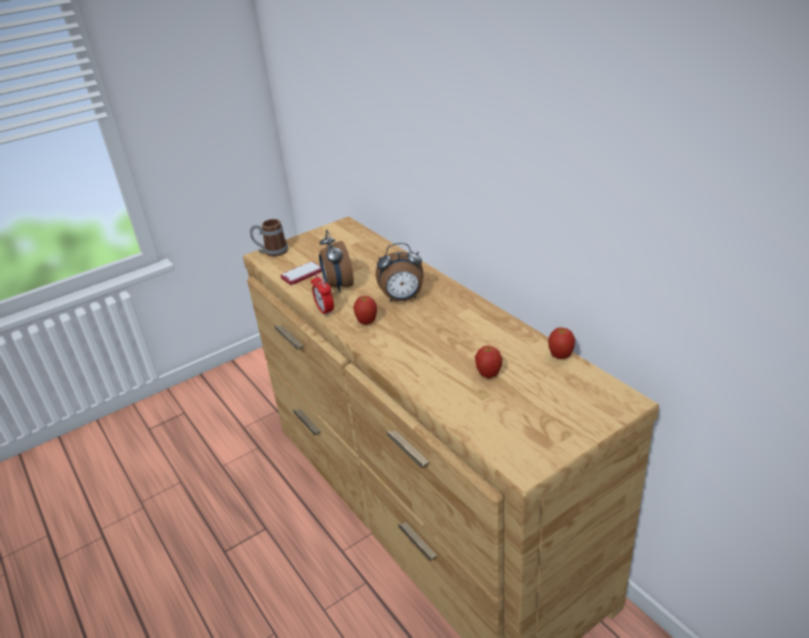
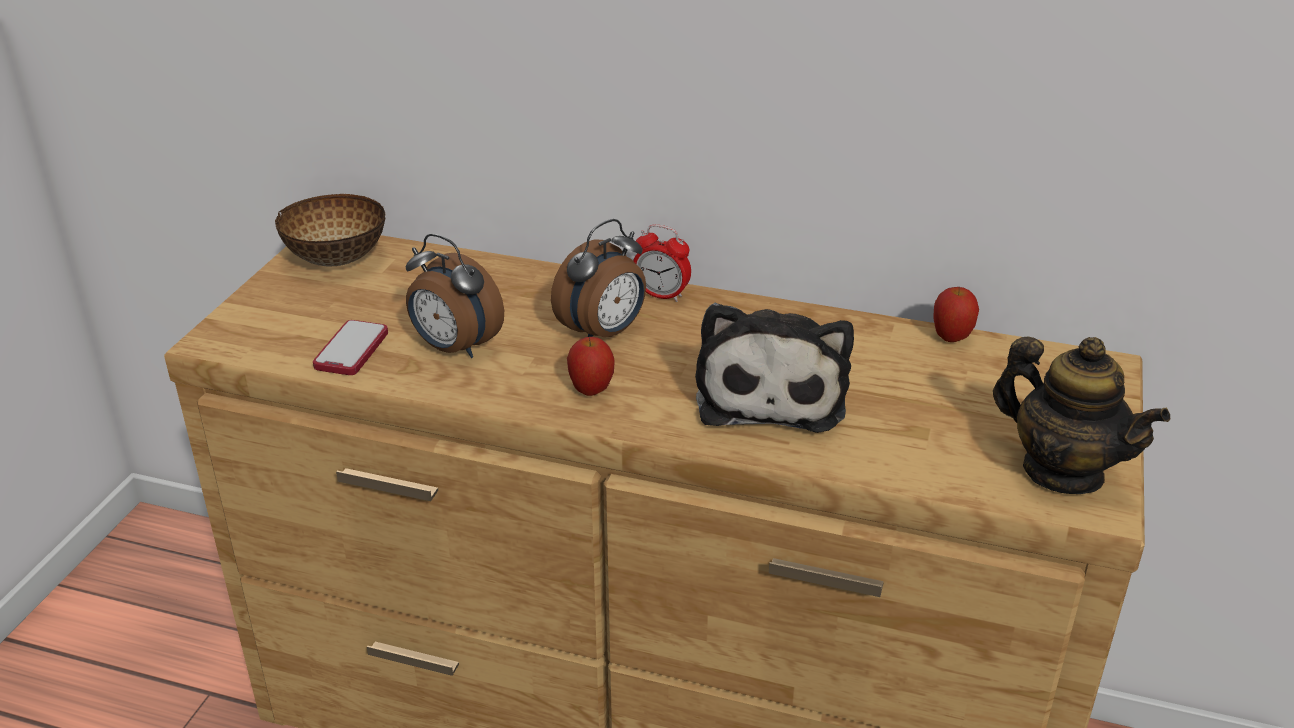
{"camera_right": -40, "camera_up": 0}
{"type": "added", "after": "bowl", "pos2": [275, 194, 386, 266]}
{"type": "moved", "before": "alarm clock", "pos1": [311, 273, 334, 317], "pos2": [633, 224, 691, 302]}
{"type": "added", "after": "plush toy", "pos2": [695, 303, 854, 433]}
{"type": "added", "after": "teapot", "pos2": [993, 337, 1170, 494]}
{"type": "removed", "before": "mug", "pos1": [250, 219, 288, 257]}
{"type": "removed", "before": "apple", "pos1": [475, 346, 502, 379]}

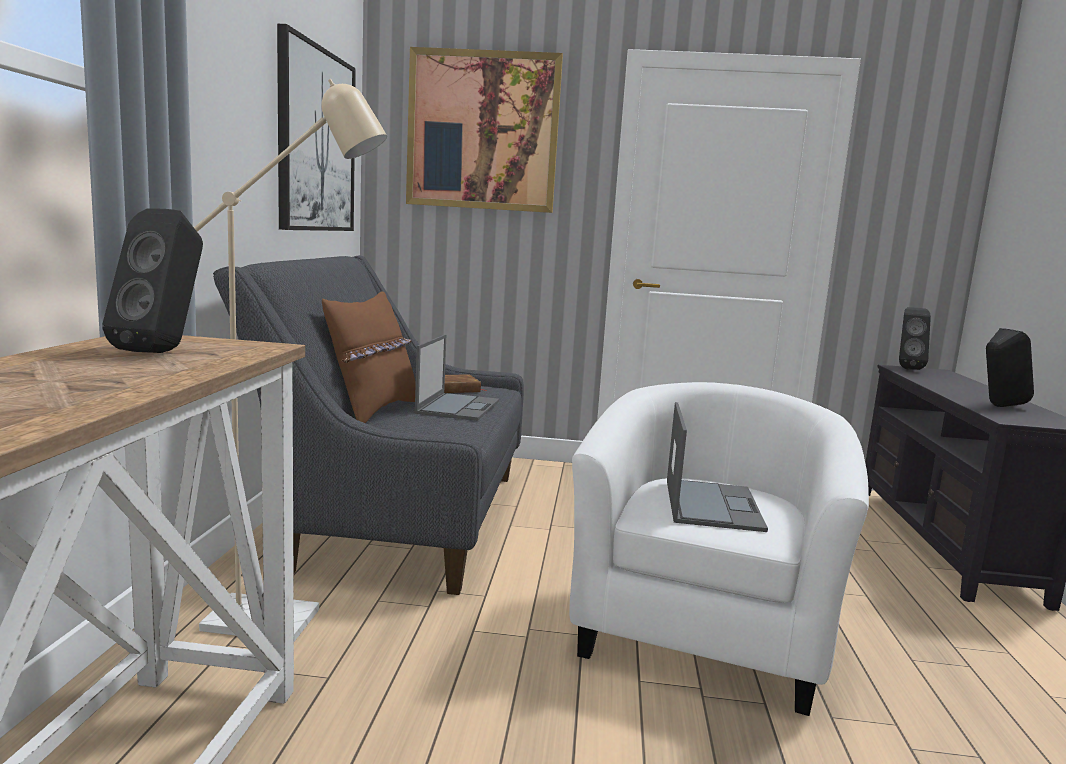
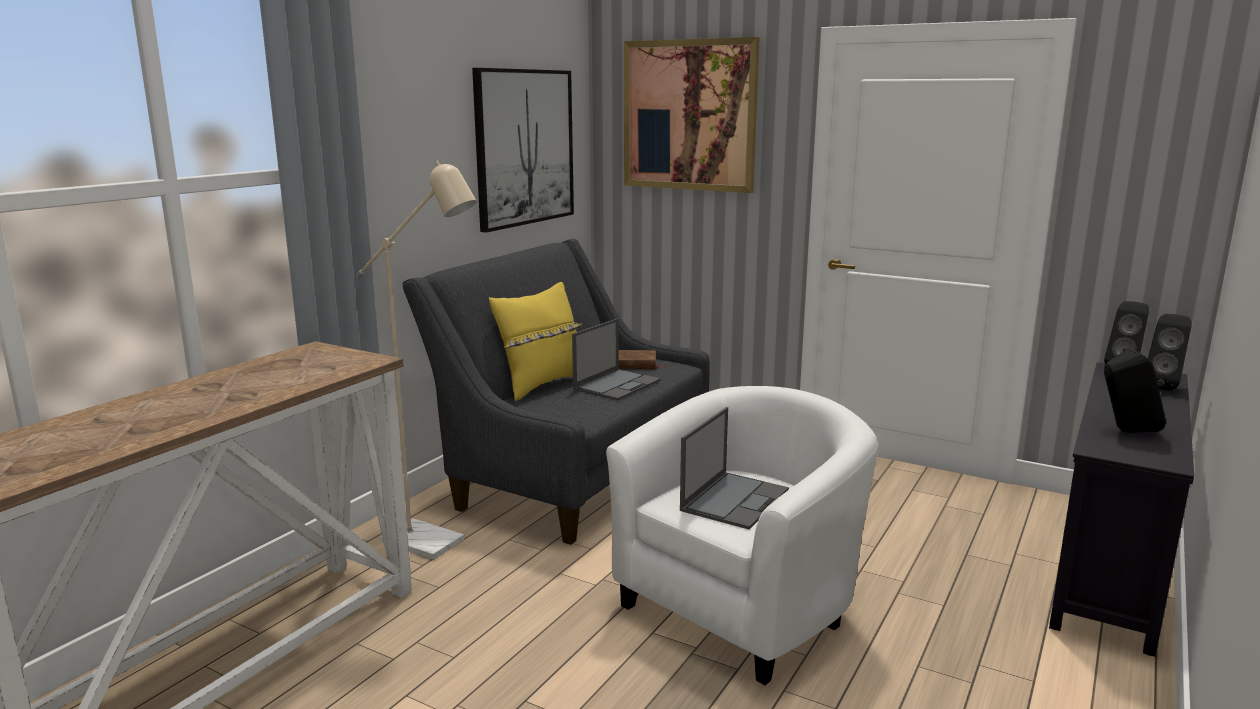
{"camera_right": 25, "camera_up": 5}
{"type": "recoloured", "before": "brown pillow", "after": "yellow pillow", "pos1": [322, 291, 416, 423], "pos2": [489, 282, 582, 401]}
{"type": "moved", "before": "black speaker", "pos1": [102, 209, 203, 353], "pos2": [1148, 314, 1192, 391]}

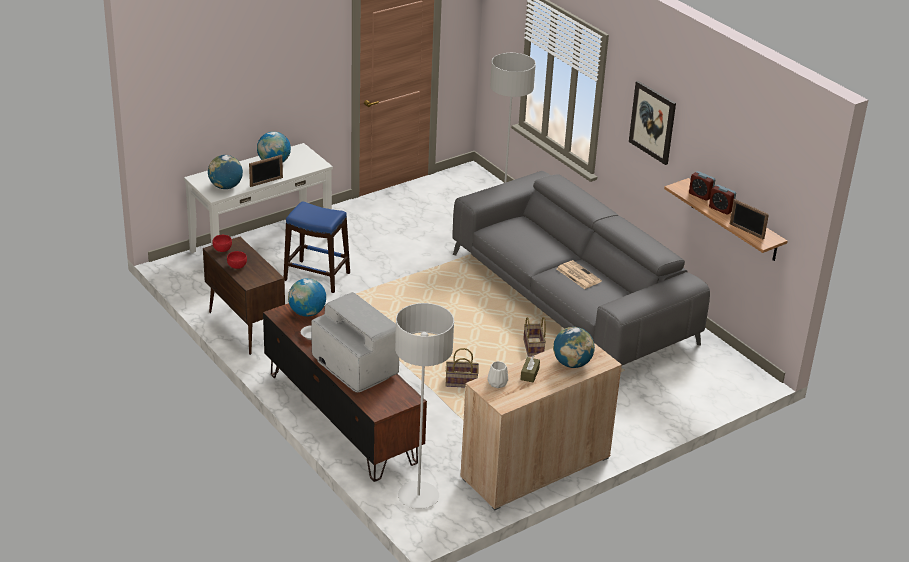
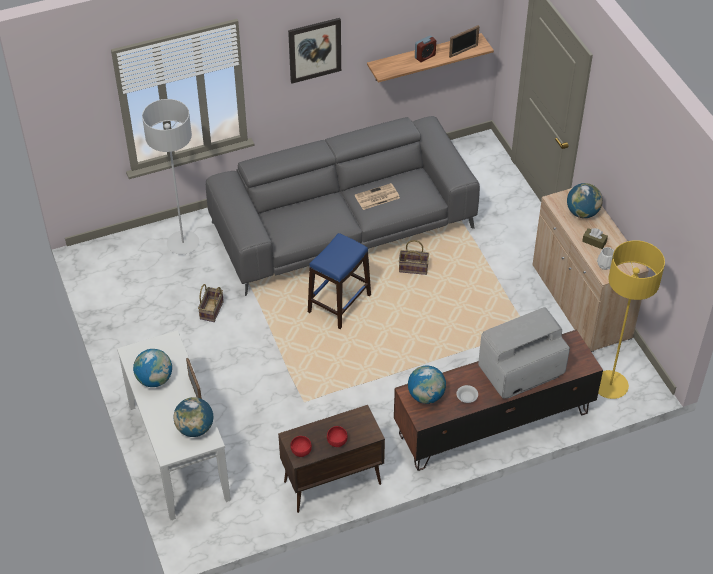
{"camera_right": -75, "camera_up": 15}
{"type": "moved", "before": "basket", "pos1": [445, 348, 479, 388], "pos2": [198, 284, 224, 322]}
{"type": "moved", "before": "blue stool", "pos1": [284, 201, 350, 293], "pos2": [308, 233, 371, 329]}
{"type": "recoloured", "before": "grey floor lamp", "after": "yellow floor lamp", "pos1": [395, 303, 454, 509], "pos2": [598, 240, 665, 399]}
{"type": "removed", "before": "alarm clock", "pos1": [689, 171, 715, 201]}

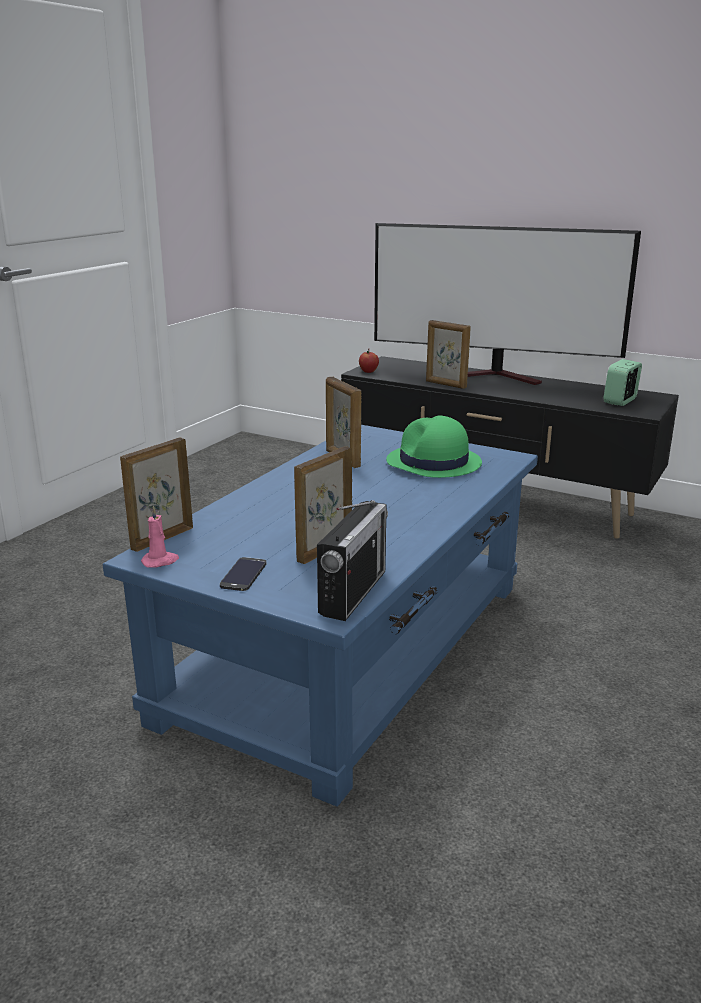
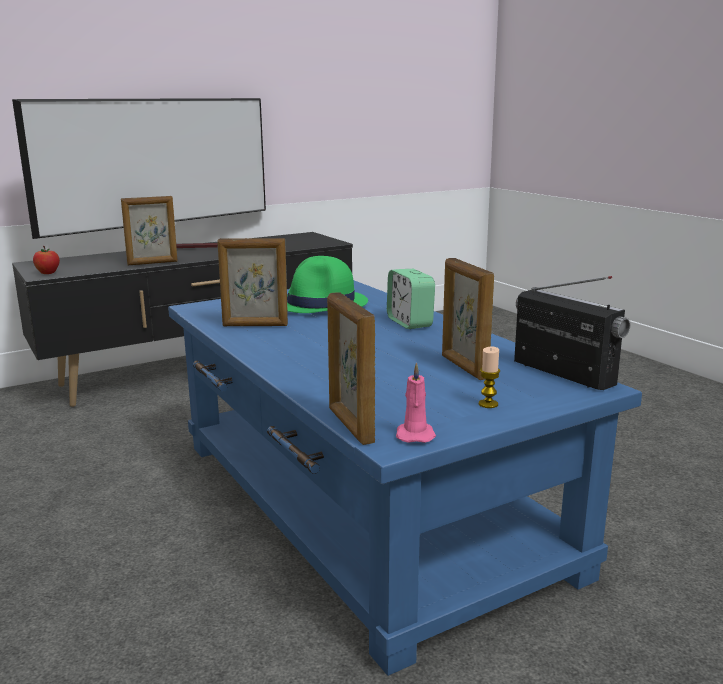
{"camera_right": -60, "camera_up": -5}
{"type": "moved", "before": "alarm clock", "pos1": [603, 359, 642, 406], "pos2": [387, 269, 435, 329]}
{"type": "replaced", "before": "phone", "after": "candle", "pos1": [220, 557, 266, 591], "pos2": [479, 347, 500, 408]}

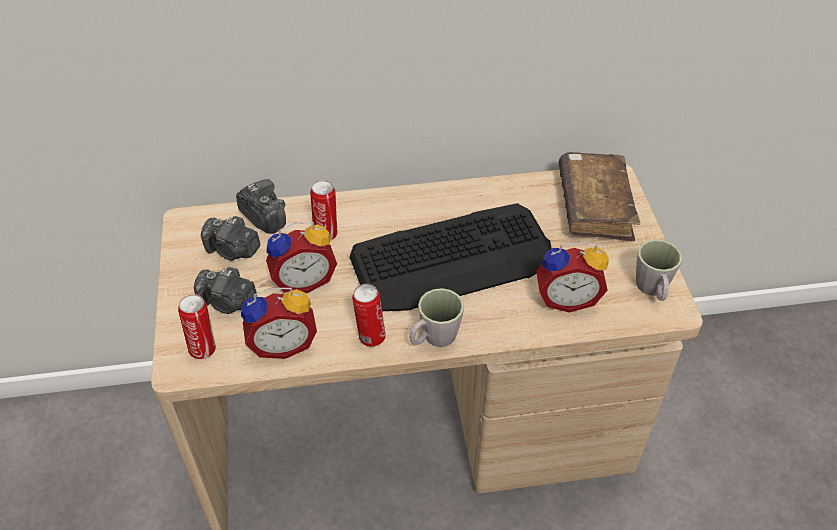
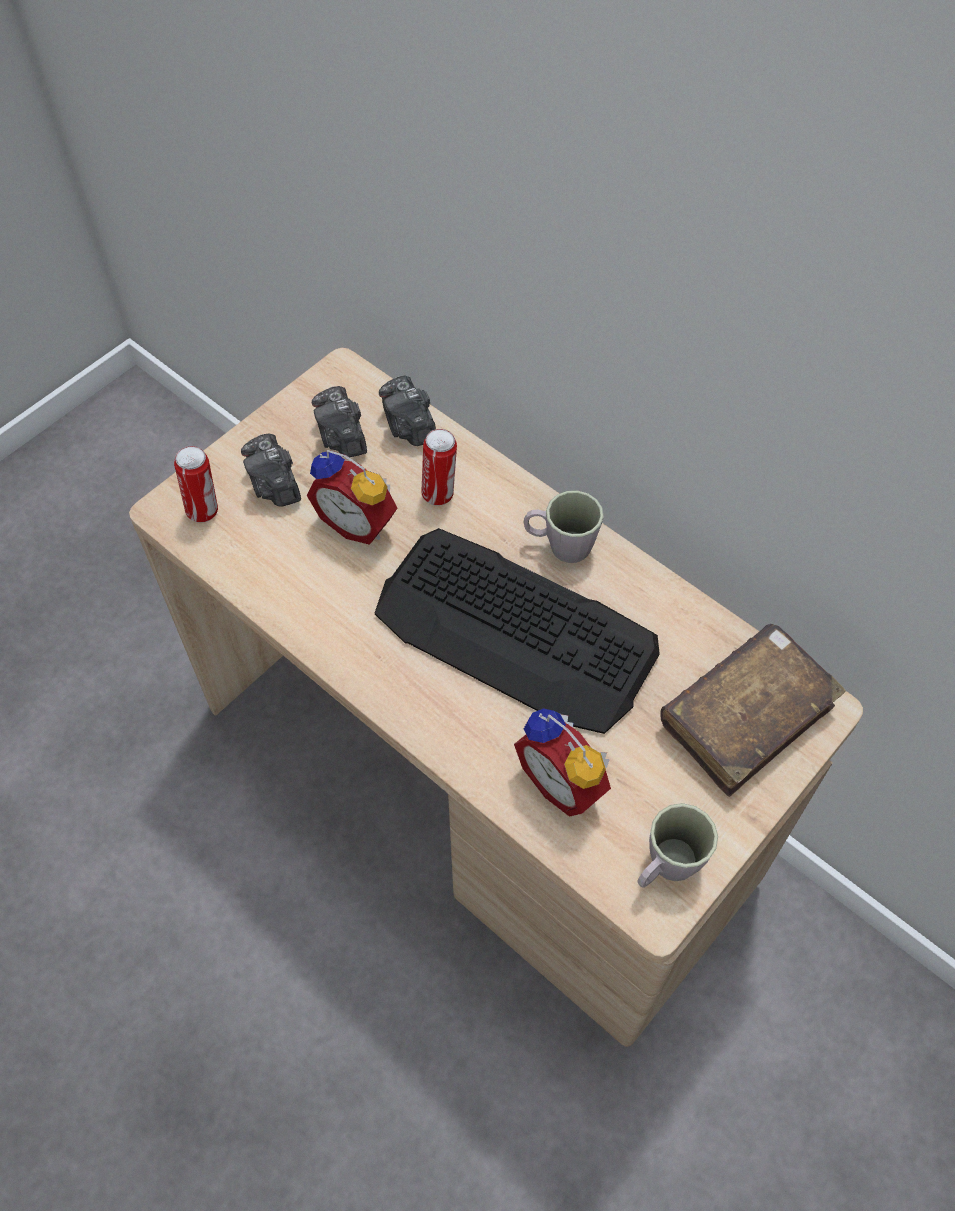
{"camera_right": 50, "camera_up": 10}
{"type": "turned", "before": "photo camera", "pos1": [236, 179, 286, 234], "pos2": [379, 375, 436, 446], "turn": 150}
{"type": "moved", "before": "grey mug", "pos1": [410, 288, 464, 347], "pos2": [523, 491, 604, 563]}
{"type": "removed", "before": "alarm clock", "pos1": [241, 288, 317, 359]}
{"type": "removed", "before": "can", "pos1": [352, 284, 386, 347]}

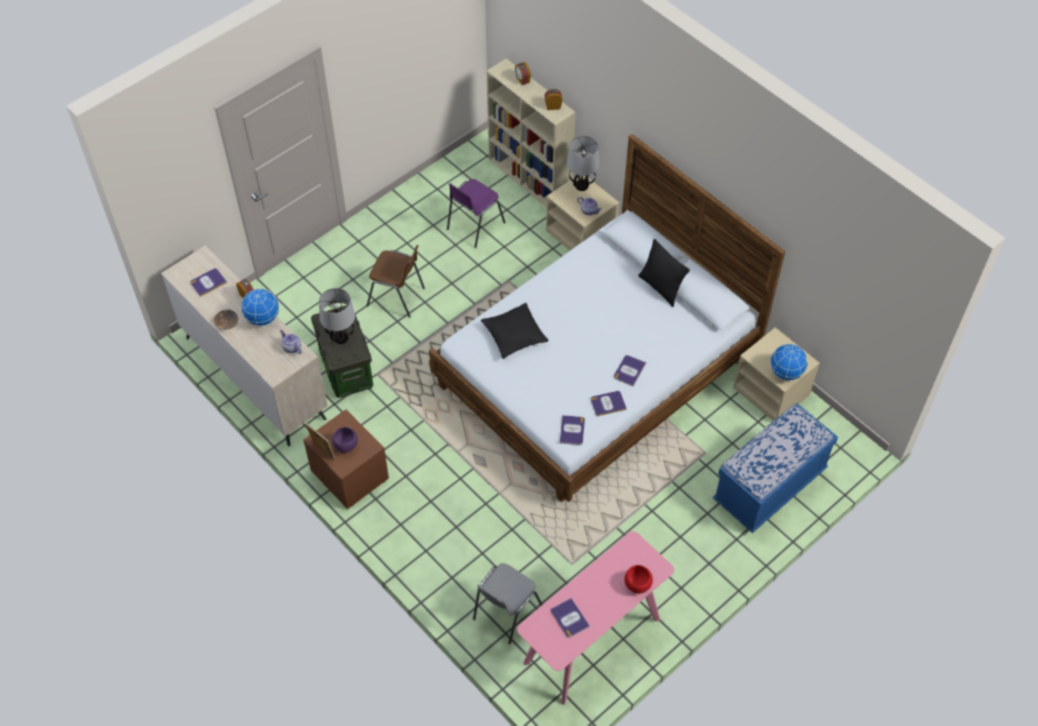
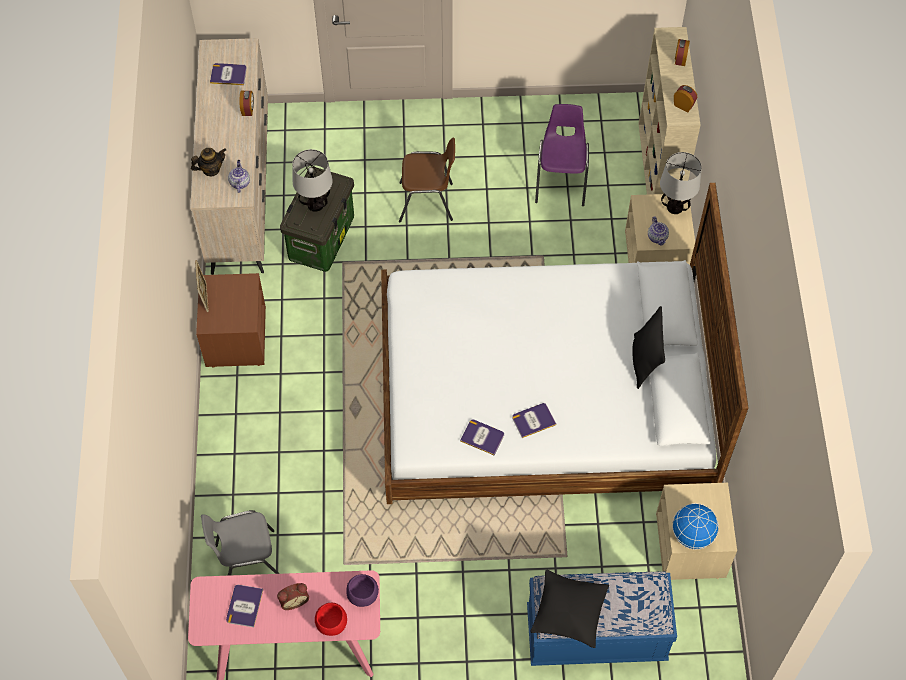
{"camera_right": 40, "camera_up": 5}
{"type": "added", "after": "teapot", "pos2": [191, 148, 226, 177]}
{"type": "added", "after": "alarm clock", "pos2": [277, 583, 309, 610]}
{"type": "moved", "before": "purple bowl", "pos1": [332, 427, 358, 453], "pos2": [346, 574, 379, 607]}
{"type": "turned", "before": "brown chair", "pos1": [366, 245, 425, 318], "pos2": [399, 138, 455, 223], "turn": -60}
{"type": "moved", "before": "black pillow", "pos1": [481, 303, 549, 359], "pos2": [530, 570, 609, 648]}
{"type": "turned", "before": "purple chair", "pos1": [447, 179, 506, 248], "pos2": [535, 104, 589, 206], "turn": 105}
{"type": "removed", "before": "brown bowl", "pos1": [214, 310, 238, 330]}
{"type": "removed", "before": "globe", "pos1": [241, 288, 279, 326]}
{"type": "removed", "before": "book", "pos1": [560, 415, 585, 445]}

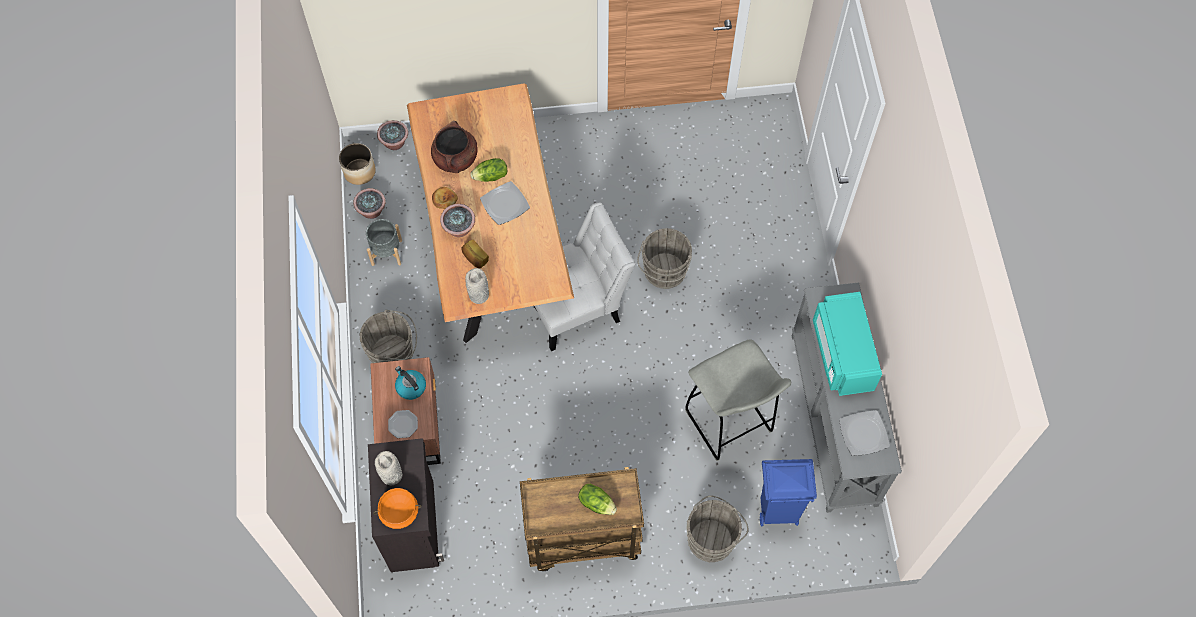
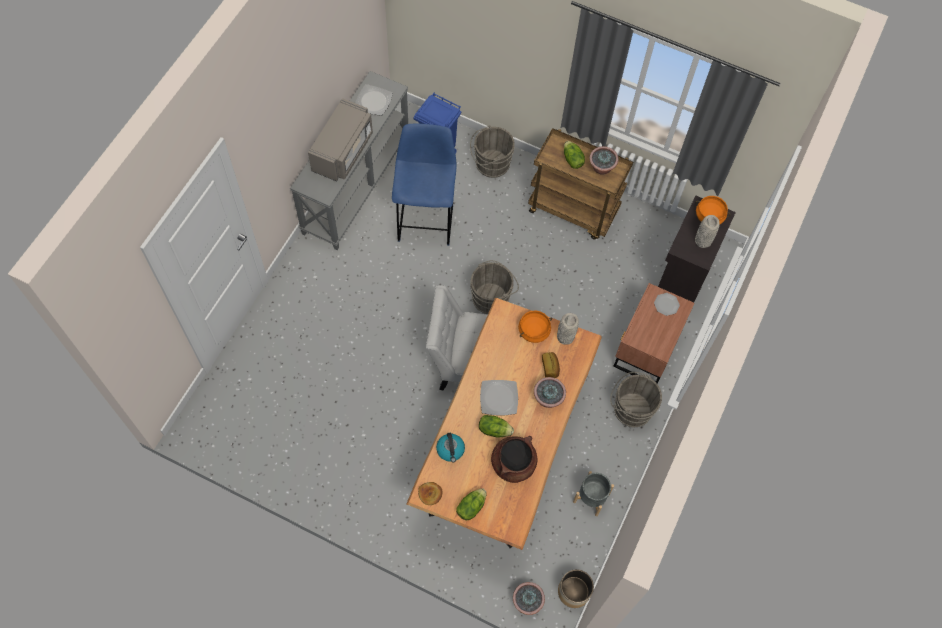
{"camera_right": -150, "camera_up": 0}
{"type": "recoloured", "before": "turquoise microwave", "after": "grey microwave", "pos1": [813, 292, 882, 396], "pos2": [308, 98, 373, 181]}
{"type": "recoloured", "before": "grey stool", "after": "blue stool", "pos1": [685, 339, 791, 461], "pos2": [392, 124, 456, 246]}
{"type": "moved", "before": "bread", "pos1": [432, 187, 458, 209], "pos2": [418, 482, 442, 505]}
{"type": "moved", "before": "kettle", "pos1": [395, 366, 426, 400], "pos2": [436, 433, 465, 462]}
{"type": "added", "after": "lettuce", "pos2": [456, 488, 487, 520]}
{"type": "moved", "before": "grey bucket", "pos1": [637, 228, 692, 289], "pos2": [470, 260, 519, 314]}
{"type": "added", "after": "orange cooking pot", "pos2": [518, 310, 552, 343]}
{"type": "moved", "before": "potted plant", "pos1": [353, 188, 385, 219], "pos2": [589, 146, 619, 175]}

